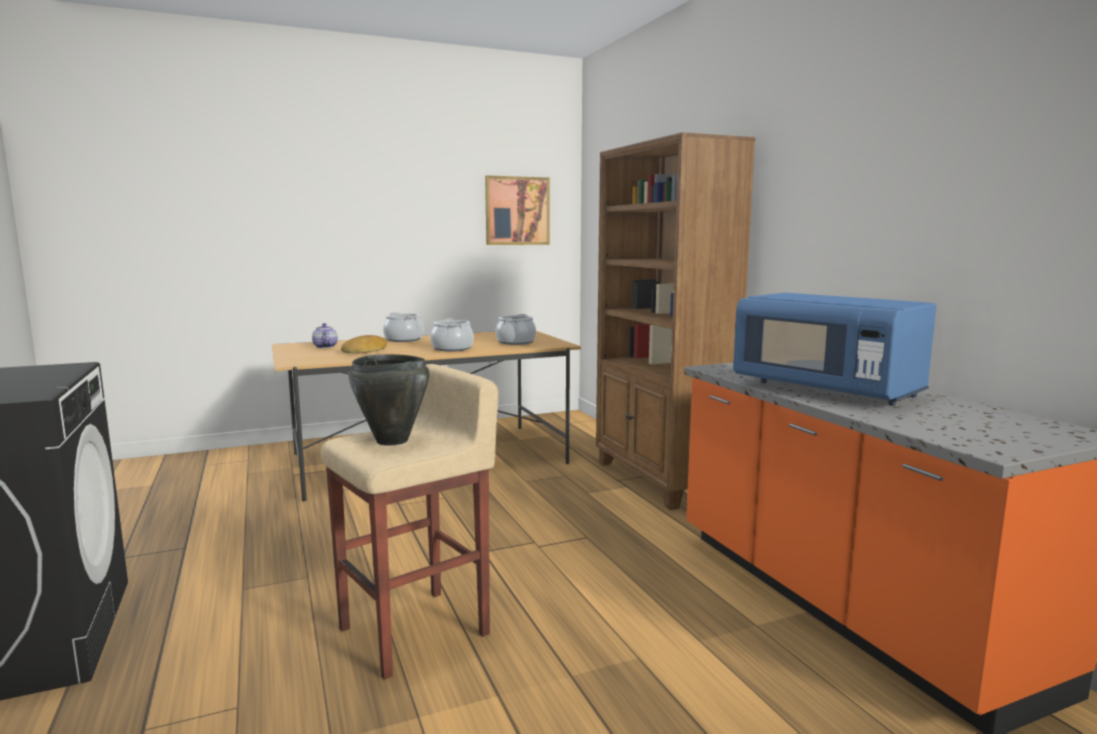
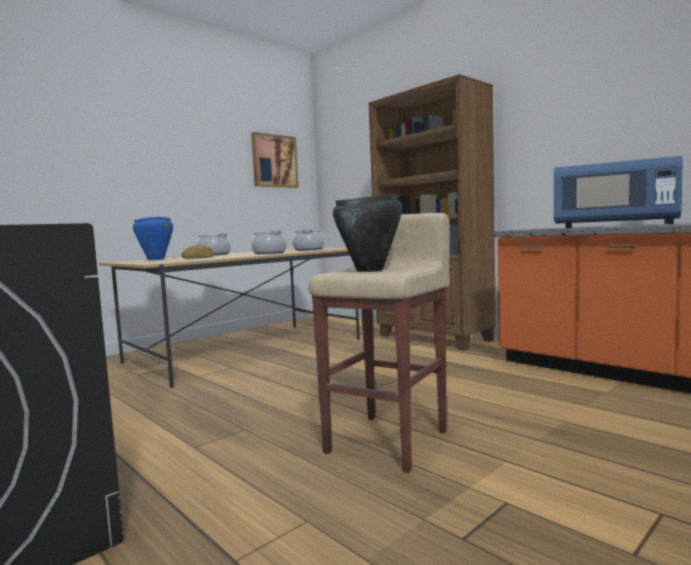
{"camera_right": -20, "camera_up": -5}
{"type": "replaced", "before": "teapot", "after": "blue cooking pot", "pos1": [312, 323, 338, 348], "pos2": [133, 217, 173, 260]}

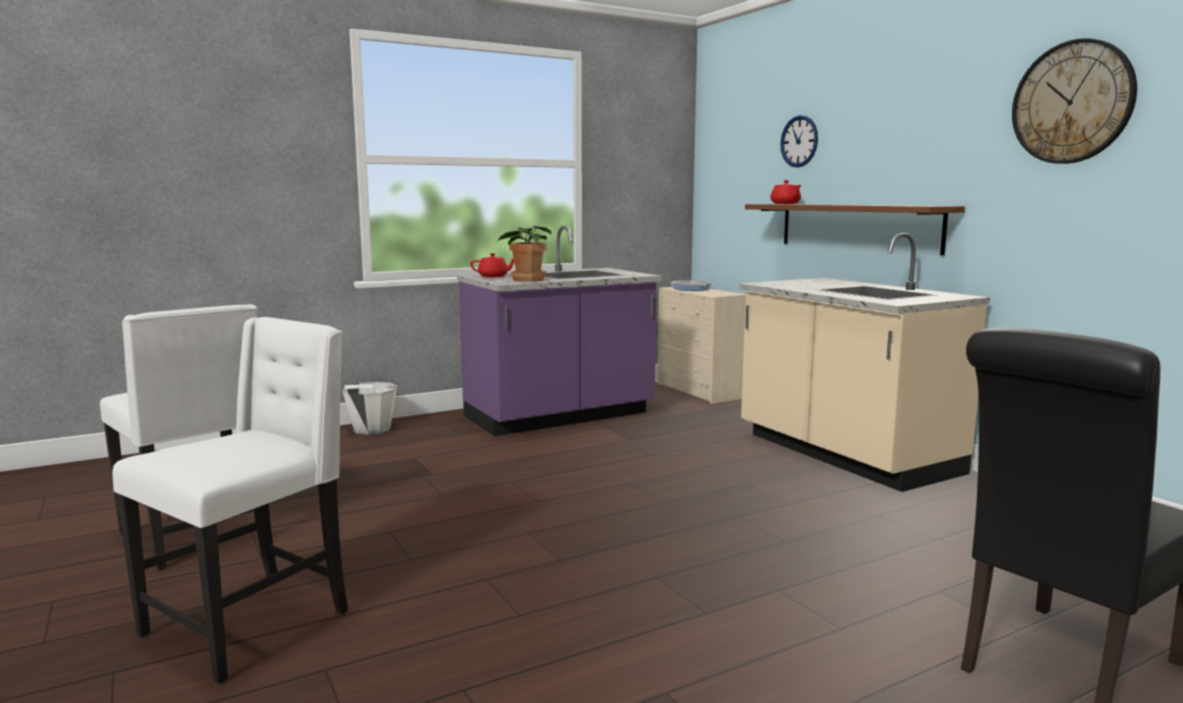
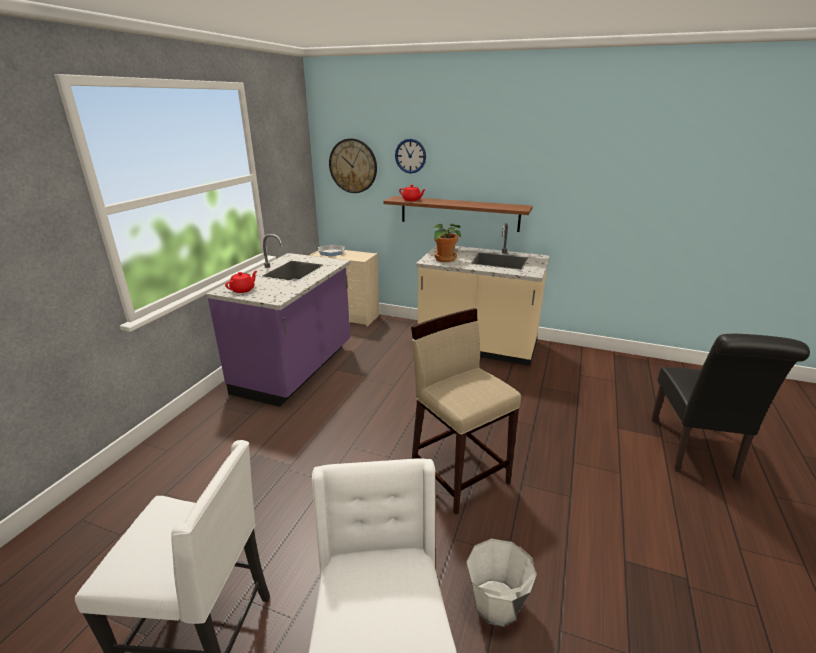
{"camera_right": -40, "camera_up": 15}
{"type": "moved", "before": "wall clock", "pos1": [1012, 38, 1137, 164], "pos2": [329, 138, 377, 193]}
{"type": "added", "after": "beige stool", "pos2": [411, 308, 521, 514]}
{"type": "moved", "before": "potted plant", "pos1": [497, 226, 552, 282], "pos2": [432, 224, 461, 262]}
{"type": "moved", "before": "white bucket", "pos1": [342, 382, 397, 435], "pos2": [466, 538, 537, 626]}

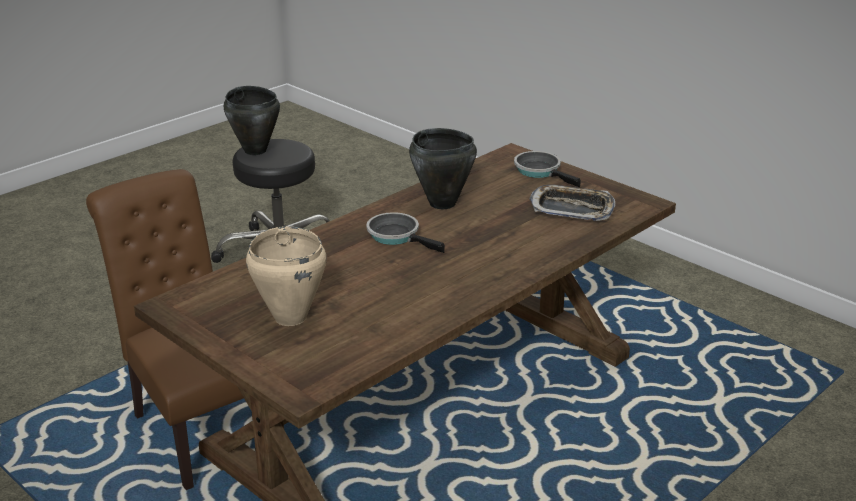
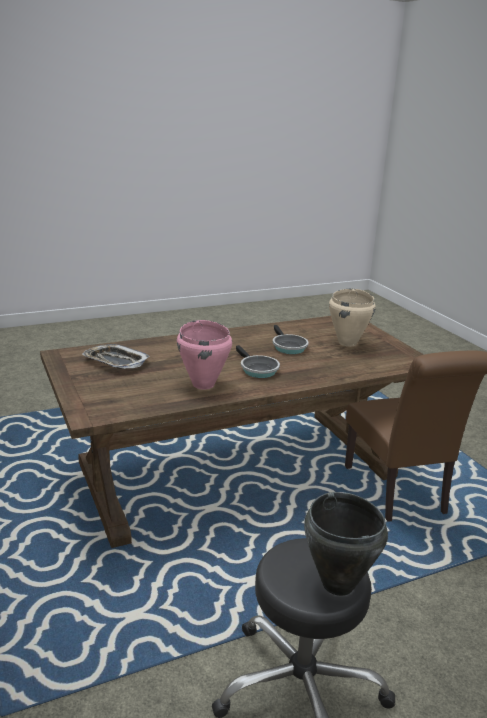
{"camera_right": -160, "camera_up": -5}
{"type": "recoloured", "before": "black cooking pot", "after": "pink cooking pot", "pos1": [409, 128, 477, 209], "pos2": [177, 320, 232, 389]}
{"type": "moved", "before": "frying pan", "pos1": [514, 151, 581, 187], "pos2": [273, 325, 308, 354]}

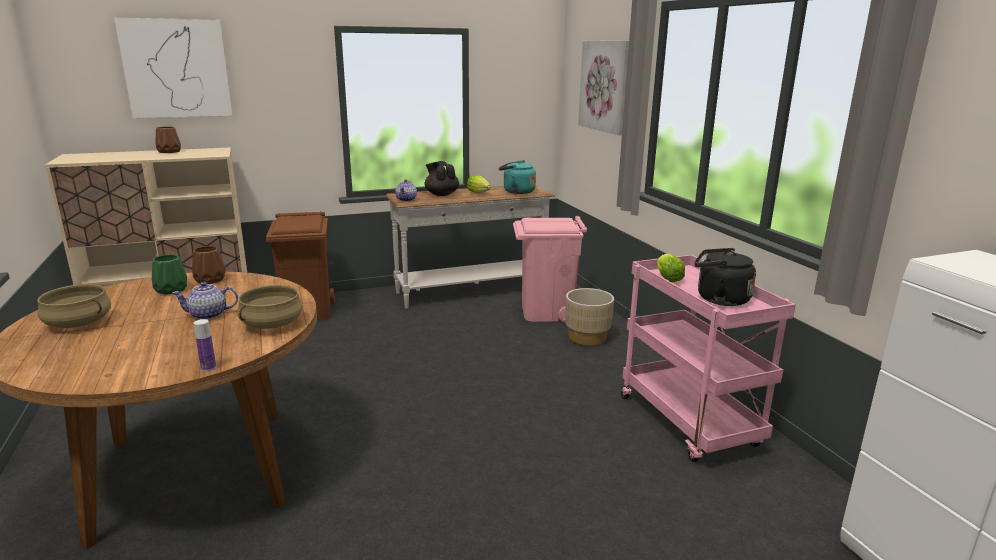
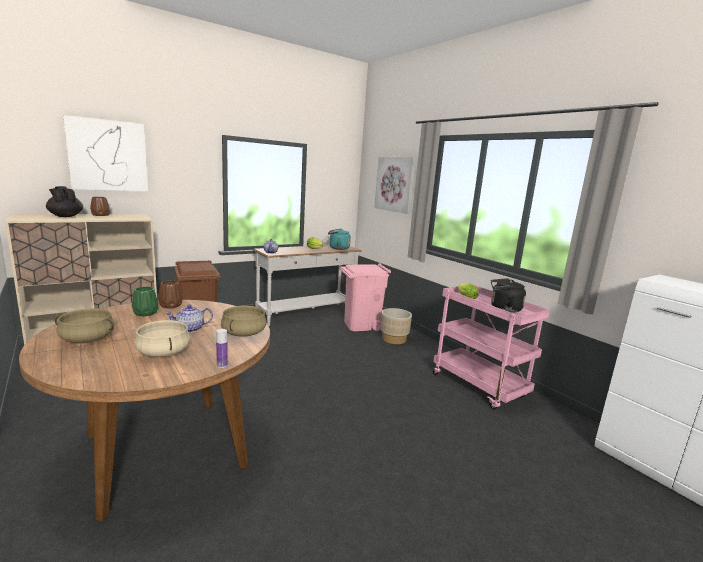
{"camera_right": -15, "camera_up": -5}
{"type": "moved", "before": "black teapot", "pos1": [424, 161, 459, 196], "pos2": [46, 186, 83, 217]}
{"type": "added", "after": "beige cooking pot", "pos2": [134, 320, 190, 357]}

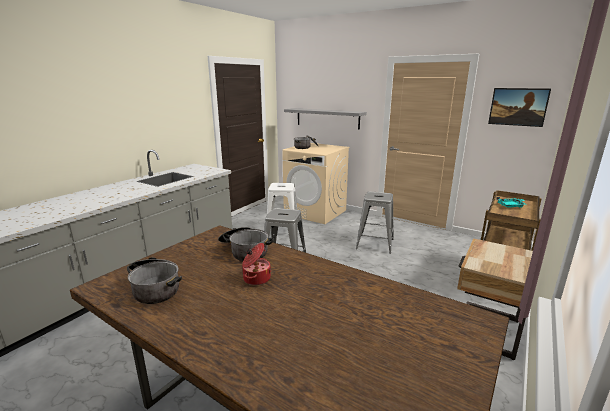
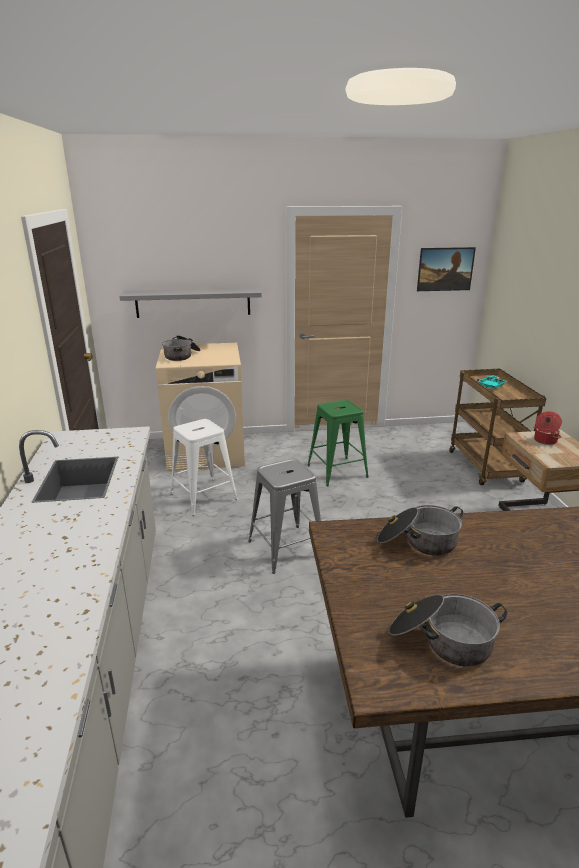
{"camera_right": -40, "camera_up": 5}
{"type": "recoloured", "before": "grey stool", "after": "green stool", "pos1": [356, 191, 394, 254], "pos2": [307, 400, 369, 486]}
{"type": "moved", "before": "cooking pot", "pos1": [242, 243, 272, 285], "pos2": [533, 411, 562, 445]}

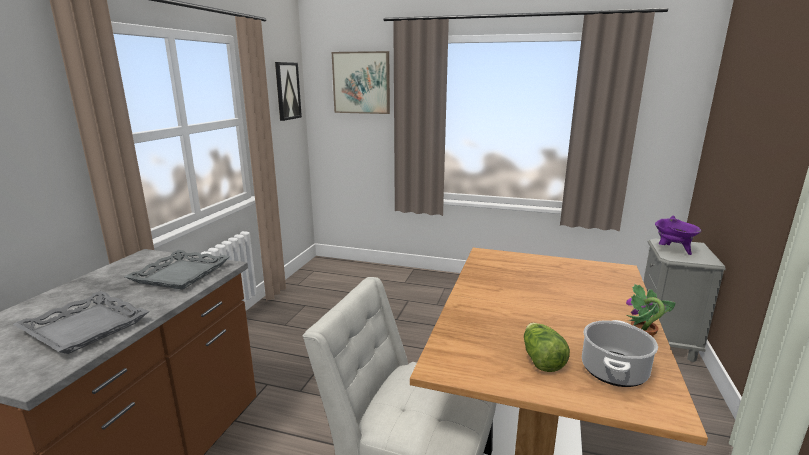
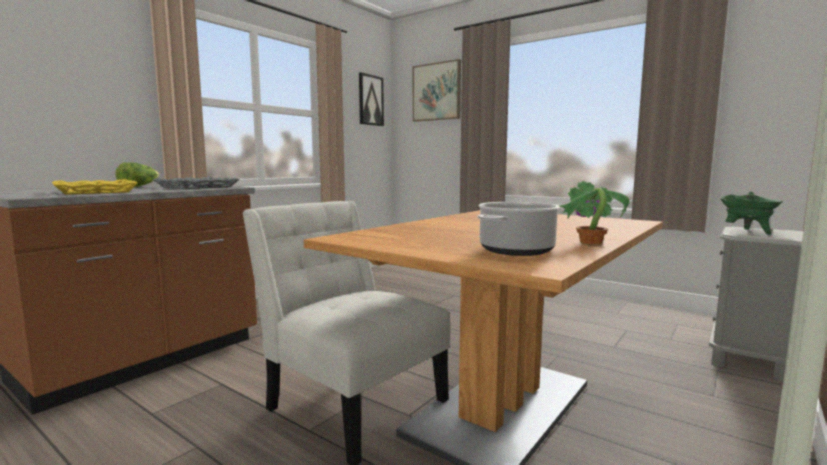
{"camera_right": 20, "camera_up": -10}
{"type": "recoloured", "before": "grey tray", "after": "yellow tray", "pos1": [13, 291, 149, 354], "pos2": [52, 179, 138, 195]}
{"type": "moved", "before": "lettuce", "pos1": [524, 323, 570, 372], "pos2": [115, 162, 159, 187]}
{"type": "recoloured", "before": "purple cooking pot", "after": "green cooking pot", "pos1": [655, 216, 701, 255], "pos2": [720, 192, 783, 235]}

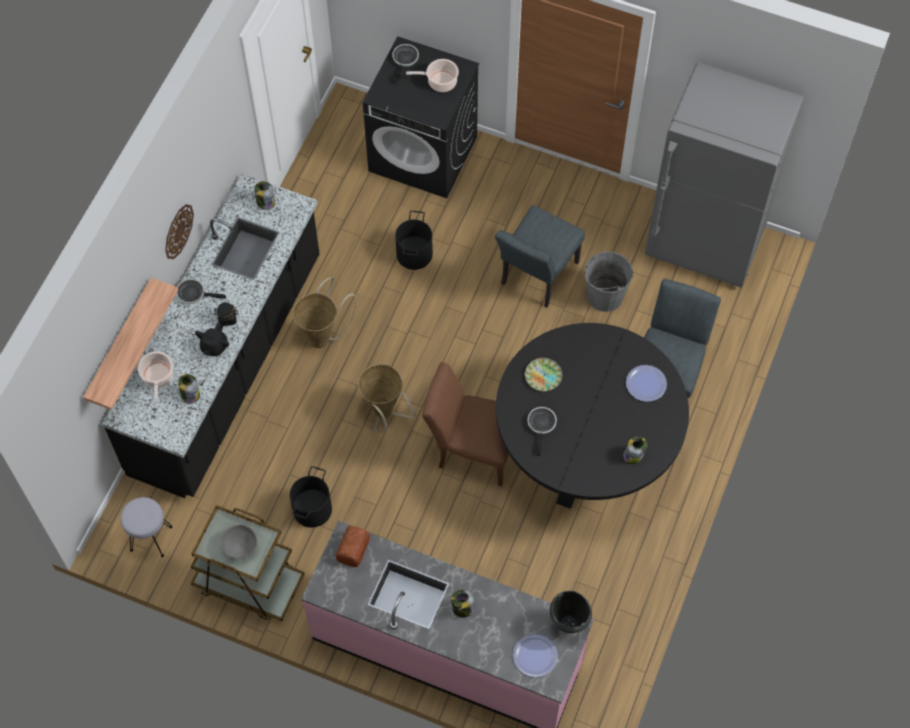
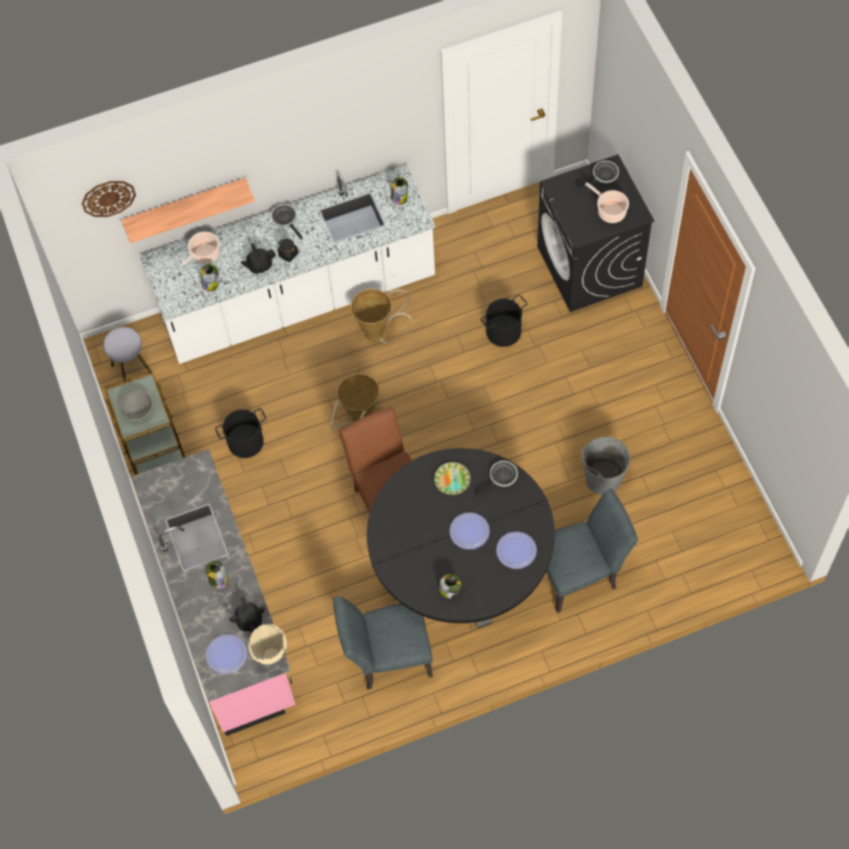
{"camera_right": 50, "camera_up": 0}
{"type": "moved", "before": "wall clock", "pos1": [165, 204, 194, 259], "pos2": [82, 181, 136, 217]}
{"type": "recoloured", "before": "black counter", "after": "white counter", "pos1": [102, 174, 320, 498], "pos2": [140, 165, 435, 364]}
{"type": "added", "after": "black teapot", "pos2": [229, 597, 265, 632]}
{"type": "recoloured", "before": "black cooking pot", "after": "beige cooking pot", "pos1": [550, 591, 592, 633], "pos2": [248, 624, 287, 665]}
{"type": "moved", "before": "grey chair", "pos1": [495, 205, 585, 307], "pos2": [333, 597, 433, 690]}
{"type": "added", "after": "plate", "pos2": [450, 513, 490, 550]}
{"type": "moved", "before": "frying pan", "pos1": [527, 407, 557, 456], "pos2": [475, 461, 518, 495]}
{"type": "removed", "before": "bread", "pos1": [336, 526, 370, 567]}
{"type": "removed", "before": "grey fridge", "pos1": [645, 63, 804, 288]}

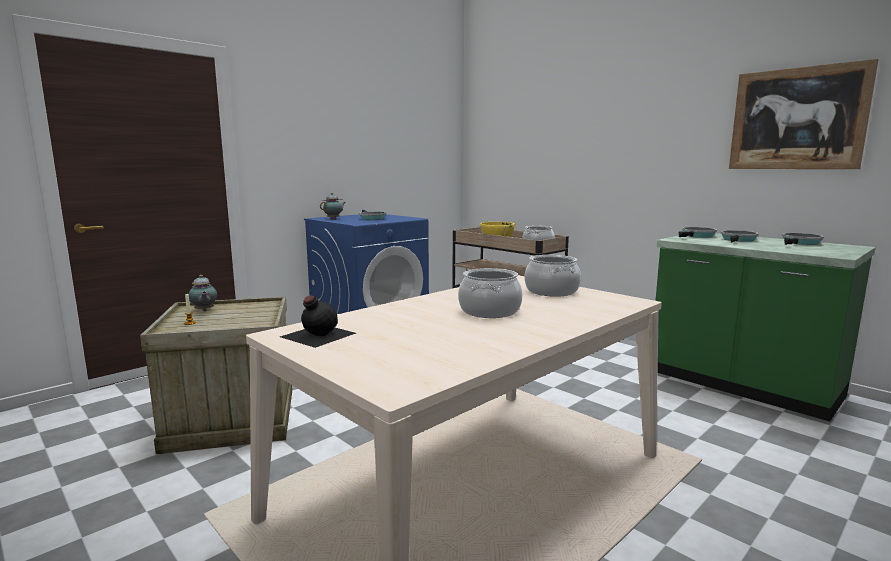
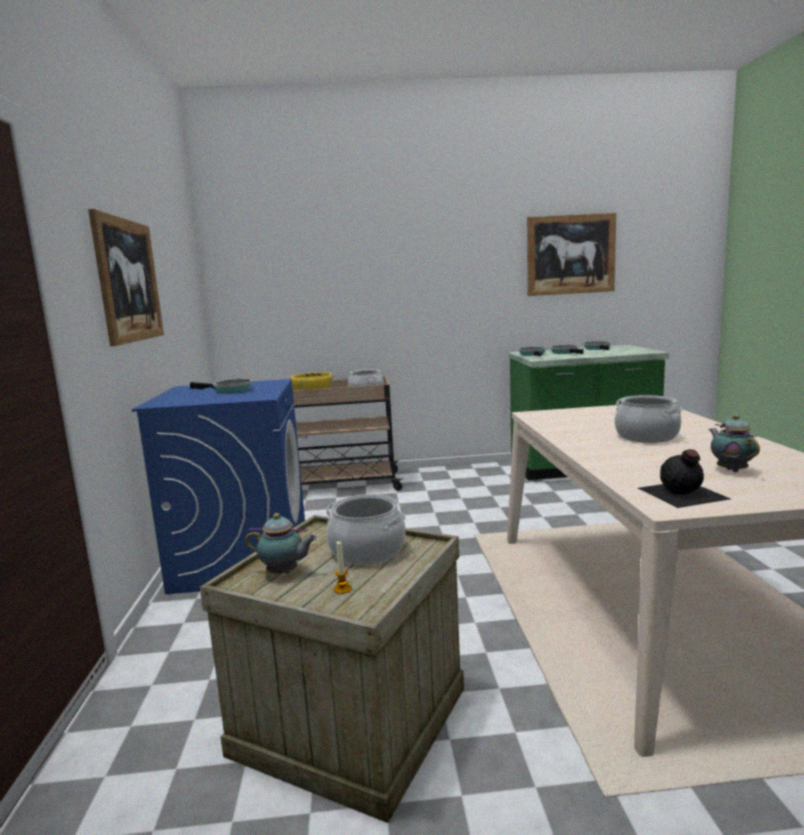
{"camera_right": -50, "camera_up": 0}
{"type": "added", "after": "picture", "pos2": [88, 209, 164, 346]}
{"type": "moved", "before": "cooking pot", "pos1": [525, 255, 581, 297], "pos2": [326, 494, 406, 565]}
{"type": "moved", "before": "teapot", "pos1": [320, 193, 346, 220], "pos2": [709, 415, 760, 472]}

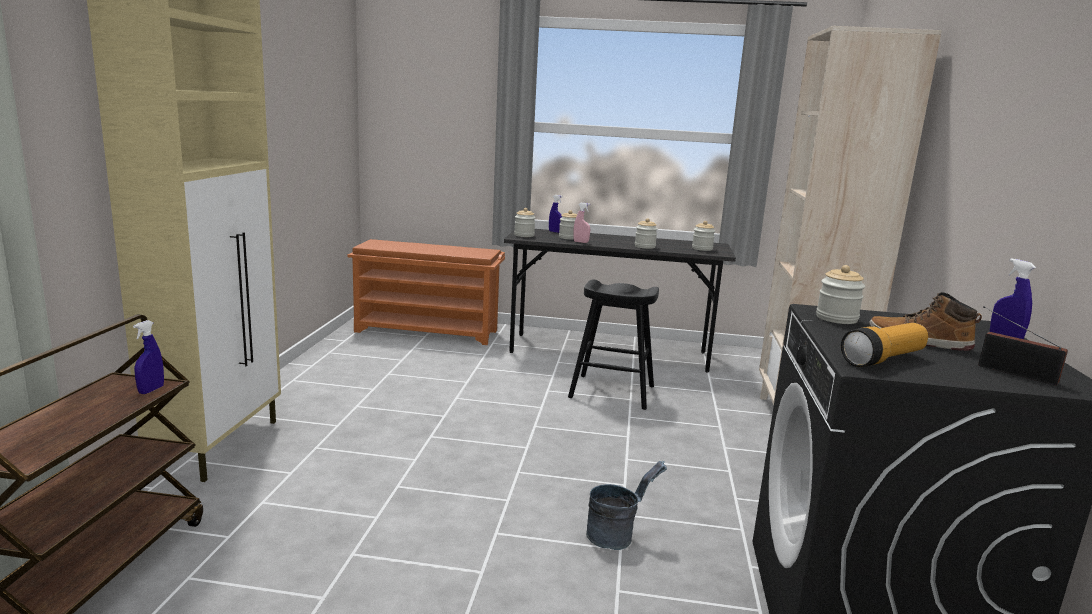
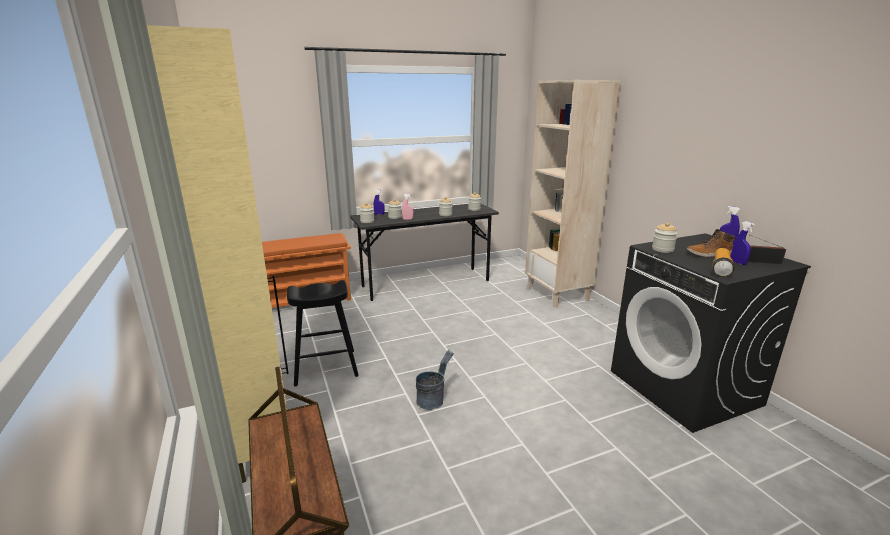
{"camera_right": -30, "camera_up": 5}
{"type": "moved", "before": "black stool", "pos1": [568, 279, 659, 410], "pos2": [287, 281, 359, 386]}
{"type": "moved", "before": "grey bucket", "pos1": [586, 461, 667, 550], "pos2": [416, 350, 454, 410]}
{"type": "moved", "before": "blue spray bottle", "pos1": [133, 320, 164, 394], "pos2": [731, 221, 755, 265]}

